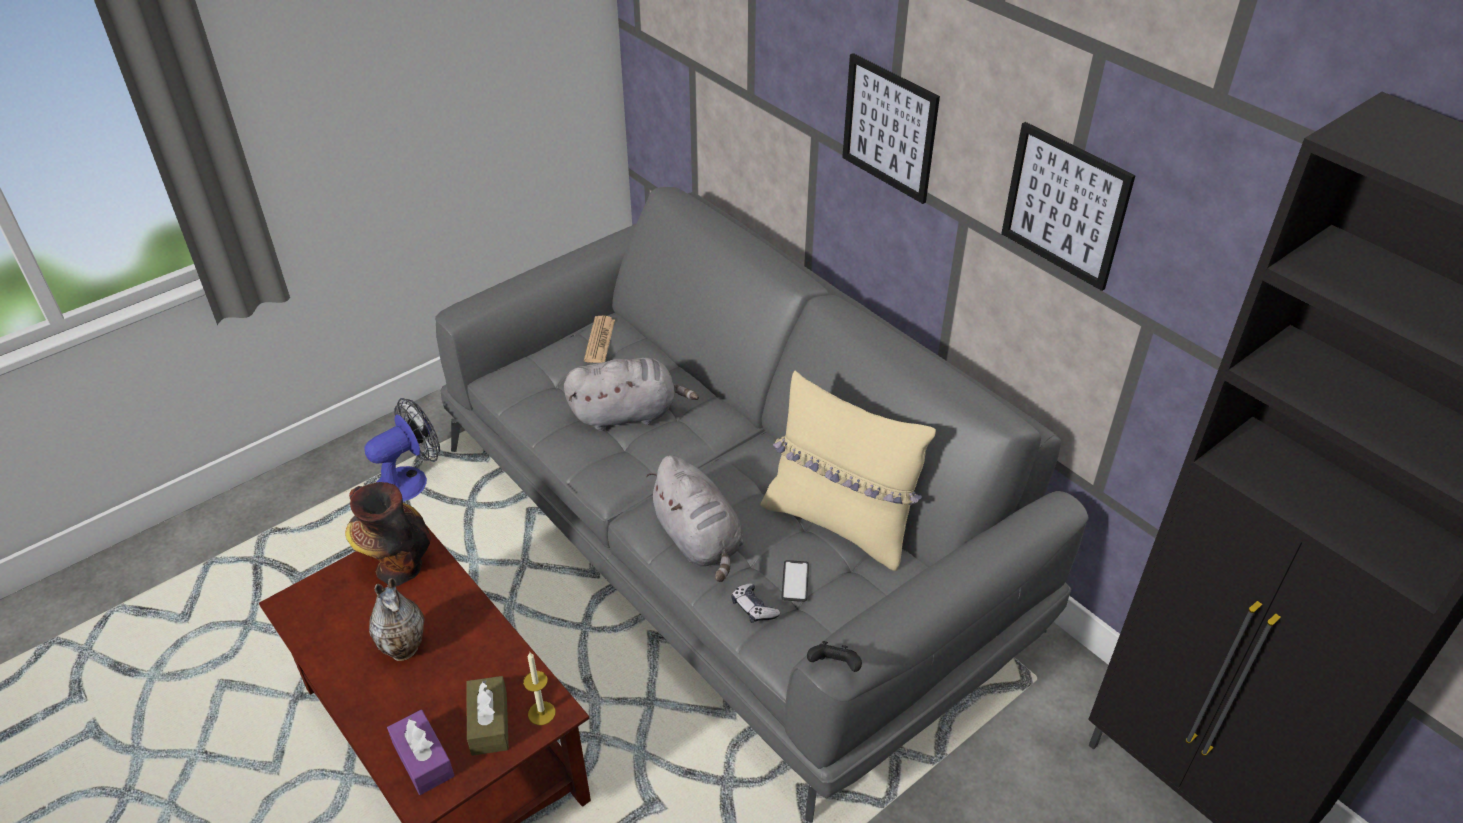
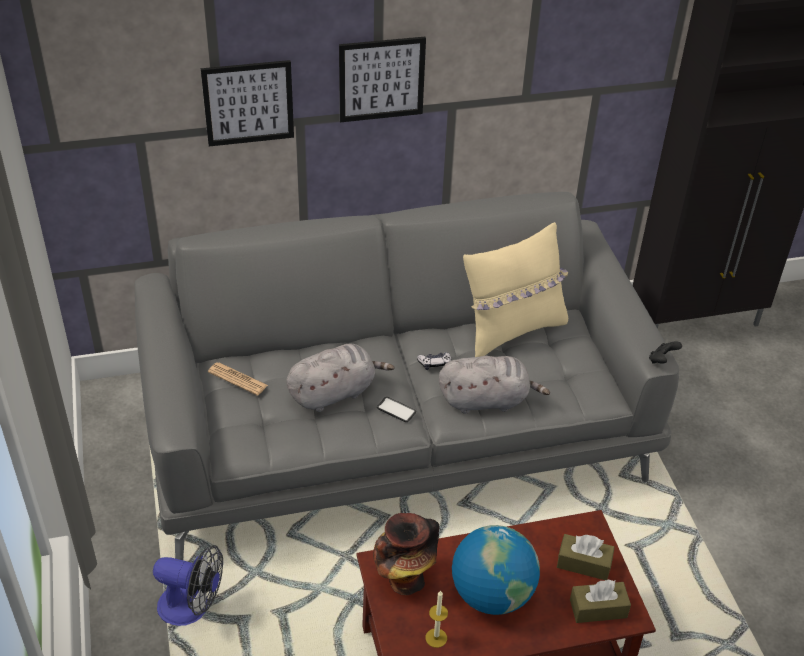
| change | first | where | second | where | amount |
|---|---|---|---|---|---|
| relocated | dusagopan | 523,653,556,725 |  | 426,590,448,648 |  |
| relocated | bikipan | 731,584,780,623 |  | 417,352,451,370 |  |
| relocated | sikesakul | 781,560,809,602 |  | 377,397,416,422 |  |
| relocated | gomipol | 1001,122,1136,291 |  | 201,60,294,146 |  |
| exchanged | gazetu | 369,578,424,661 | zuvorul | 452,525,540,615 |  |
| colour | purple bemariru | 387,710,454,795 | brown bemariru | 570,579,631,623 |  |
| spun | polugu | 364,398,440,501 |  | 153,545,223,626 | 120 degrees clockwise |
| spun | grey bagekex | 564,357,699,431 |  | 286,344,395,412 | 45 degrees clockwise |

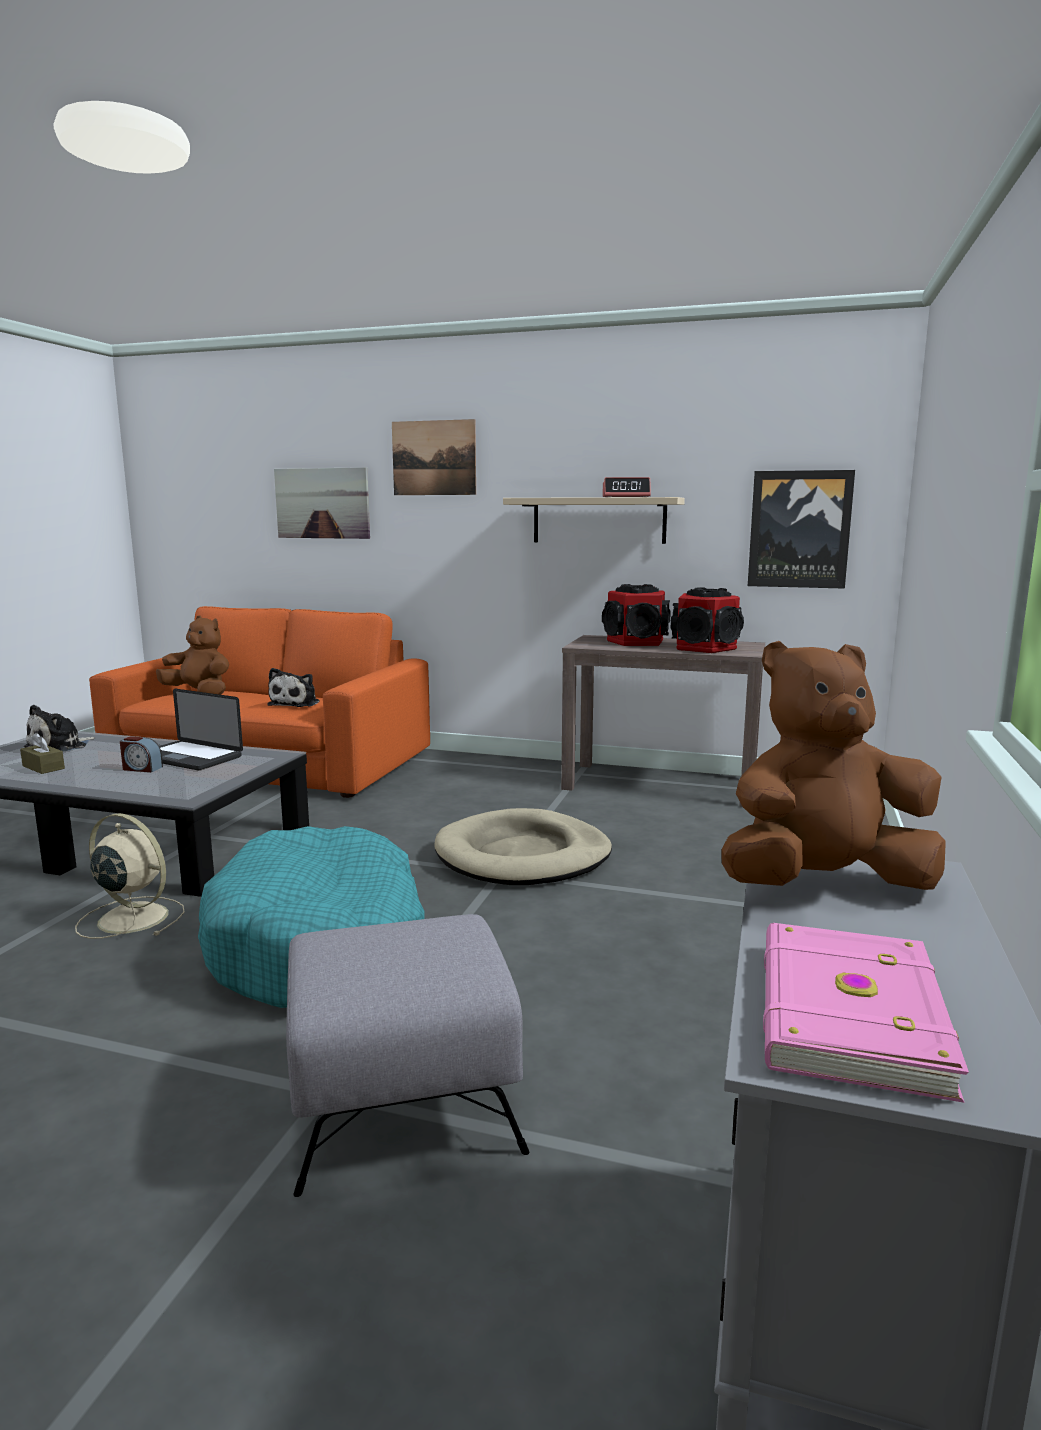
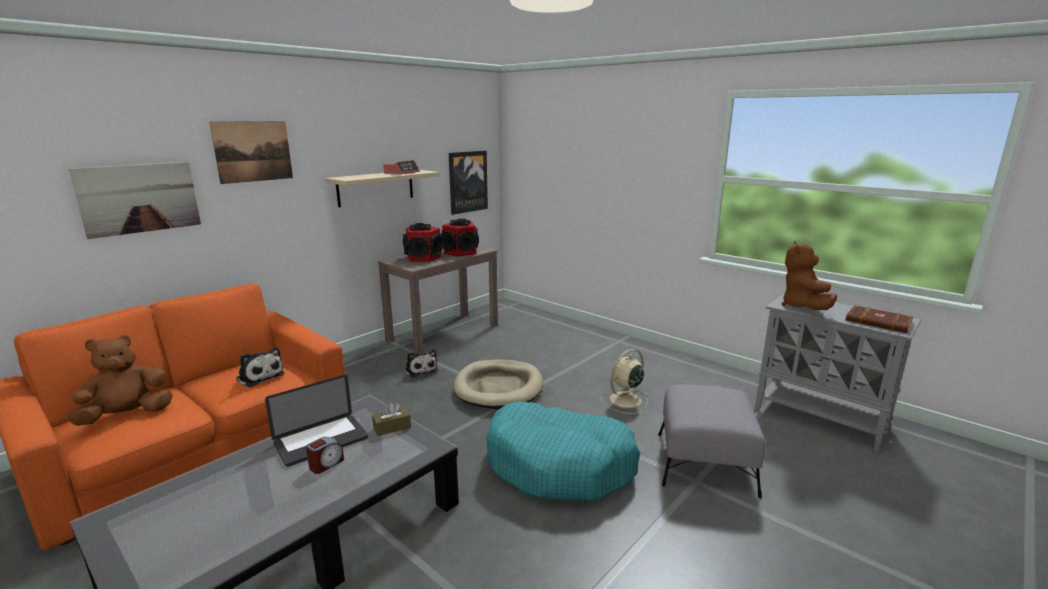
| change | first | where | second | where | amount |
|---|---|---|---|---|---|
| relocated | brown bemariru | 20,733,65,774 |  | 372,403,411,436 |  |
| relocated | bagekex | 24,705,95,752 |  | 405,350,438,378 |  |
| relocated | beige polugu | 75,813,185,939 |  | 601,349,648,414 |  |
| colour | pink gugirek | 763,923,969,1103 | brown gugirek | 846,305,914,333 |  |

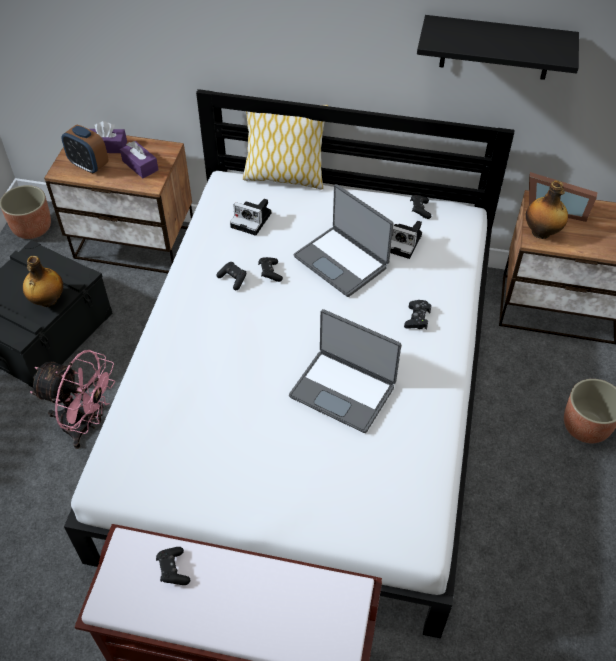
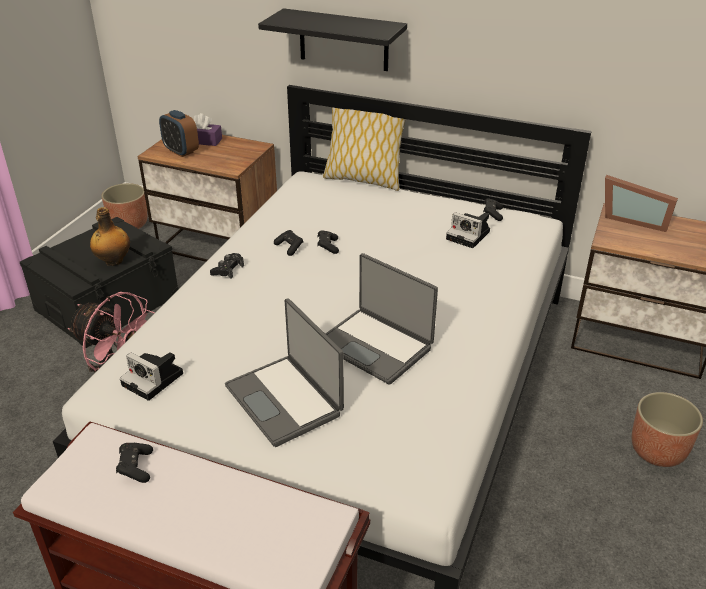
| change | first | where | second | where | amount |
|---|---|---|---|---|---|
| missing | purple bemariru | 120,141,159,178 |  |  |  |
| missing | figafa | 526,180,568,239 |  |  |  |
| relocated | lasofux | 230,199,271,236 |  | 120,352,183,401 |  |
| relocated | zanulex | 294,184,394,297 |  | 225,298,344,447 |  |
| relocated | black bikipan | 404,300,432,330 |  | 210,253,244,279 |  |
| relocated | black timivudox | 417,15,579,80 |  | 258,8,407,71 |  |

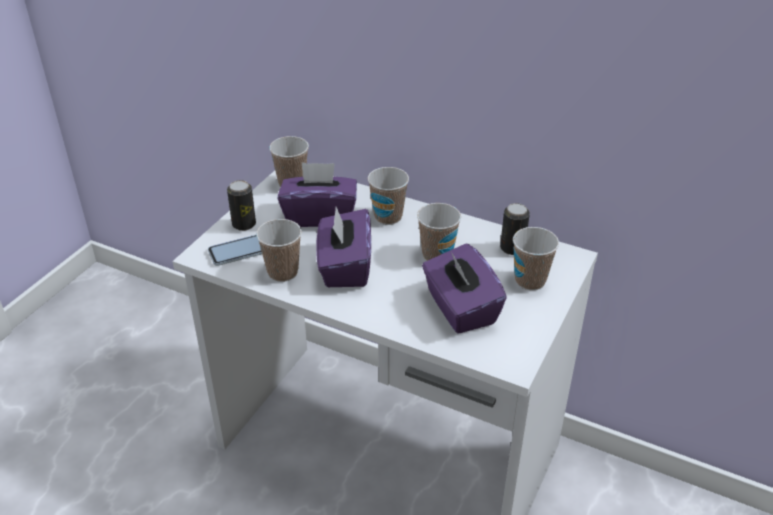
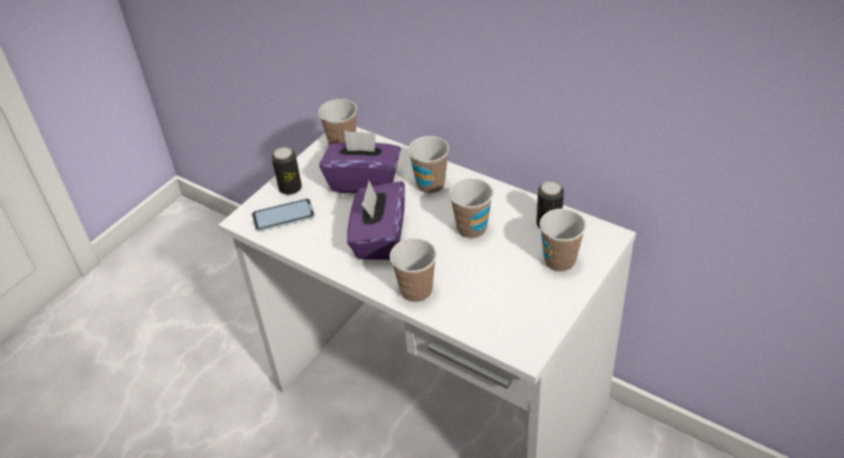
| change | first | where | second | where | amount |
|---|---|---|---|---|---|
| missing | purple bemariru | 422,244,507,334 |  |  |  |
| relocated | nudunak | 256,219,302,282 |  | 390,238,437,302 |  |

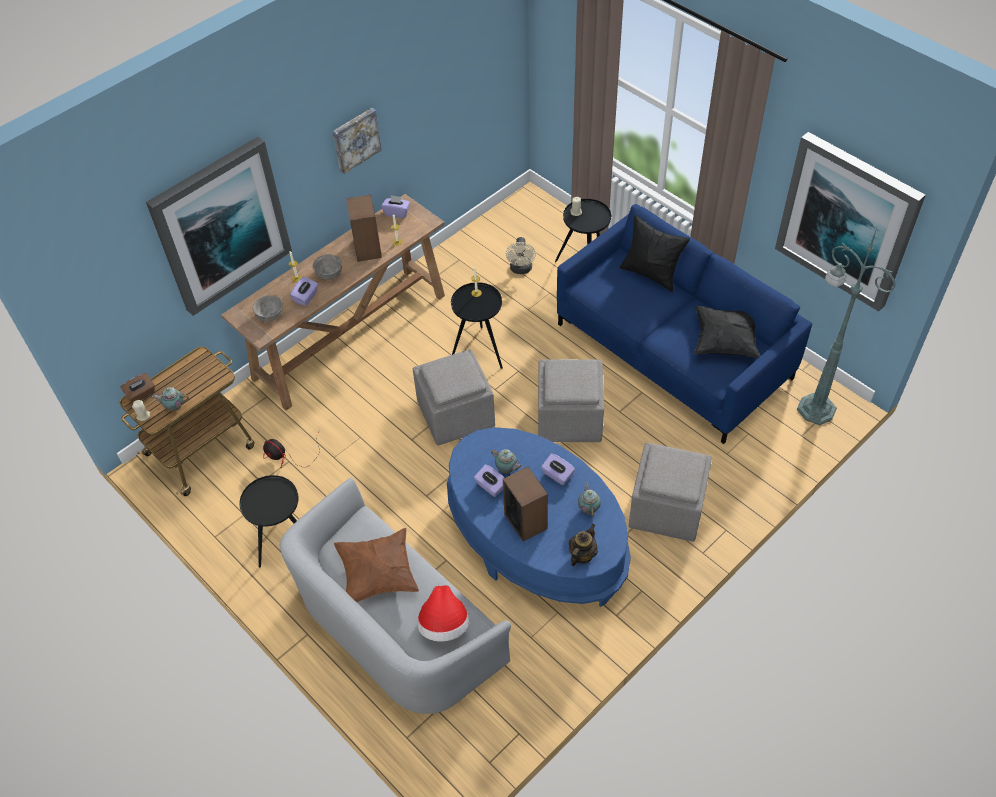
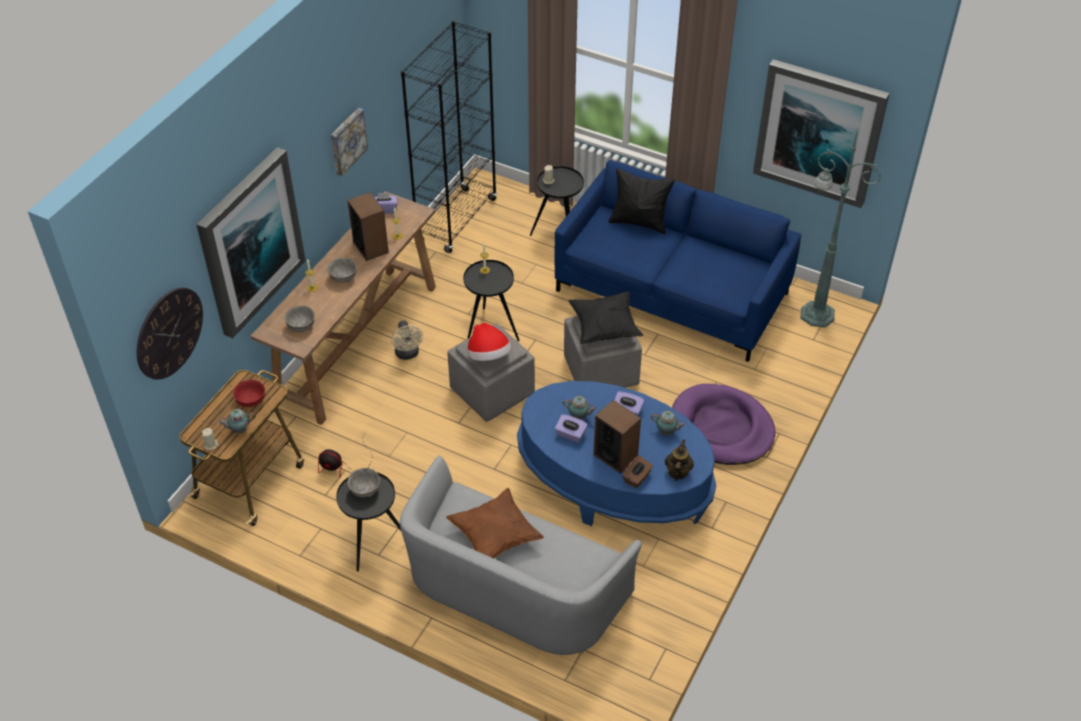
| change | first | where | second | where | amount |
|---|---|---|---|---|---|
| missing | purple bemariru | 290,276,318,306 |  |  |  |
| appeared |  |  | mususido | 137,288,203,380 |  |
| appeared |  |  | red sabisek | 233,380,265,407 |  |
| appeared |  |  | grey sabisek | 347,468,380,498 |  |
| appeared |  |  | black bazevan | 401,20,497,253 |  |
| relocated | brown bemariru | 120,373,155,403 |  | 622,455,653,488 |  |
| relocated | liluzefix | 417,585,469,641 |  | 467,323,511,361 |  |
| relocated | beige polugu | 506,237,536,274 |  | 391,320,423,360 |  |
| relocated | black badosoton | 694,306,760,359 |  | 568,291,643,344 |  |
| exchanged | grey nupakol | 629,443,712,542 | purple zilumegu | 672,384,776,465 |  |
| spun | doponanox | 578,483,601,517 |  | 651,411,686,435 | 135 degrees clockwise |

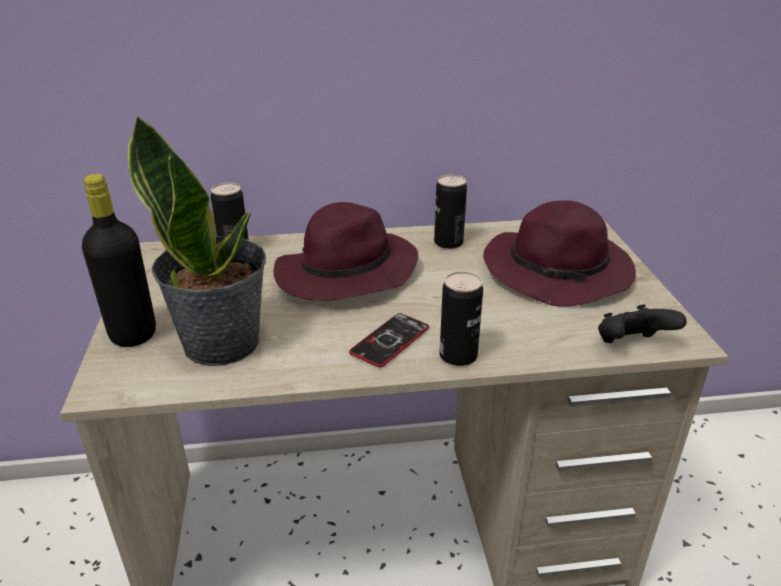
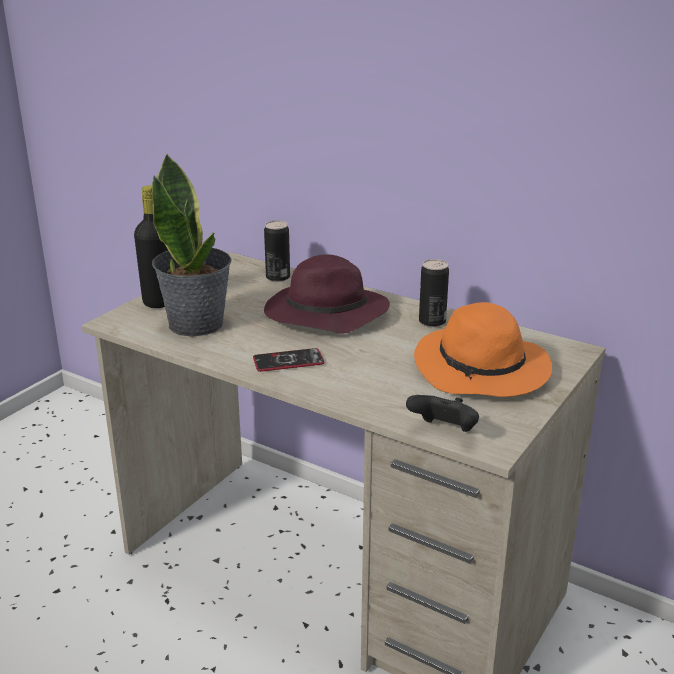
| change | first | where | second | where | amount |
|---|---|---|---|---|---|
| missing | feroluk | 439,271,483,366 |  |  |  |
| colour | purple liluzefix | 483,201,636,307 | orange liluzefix | 414,302,552,397 |  |

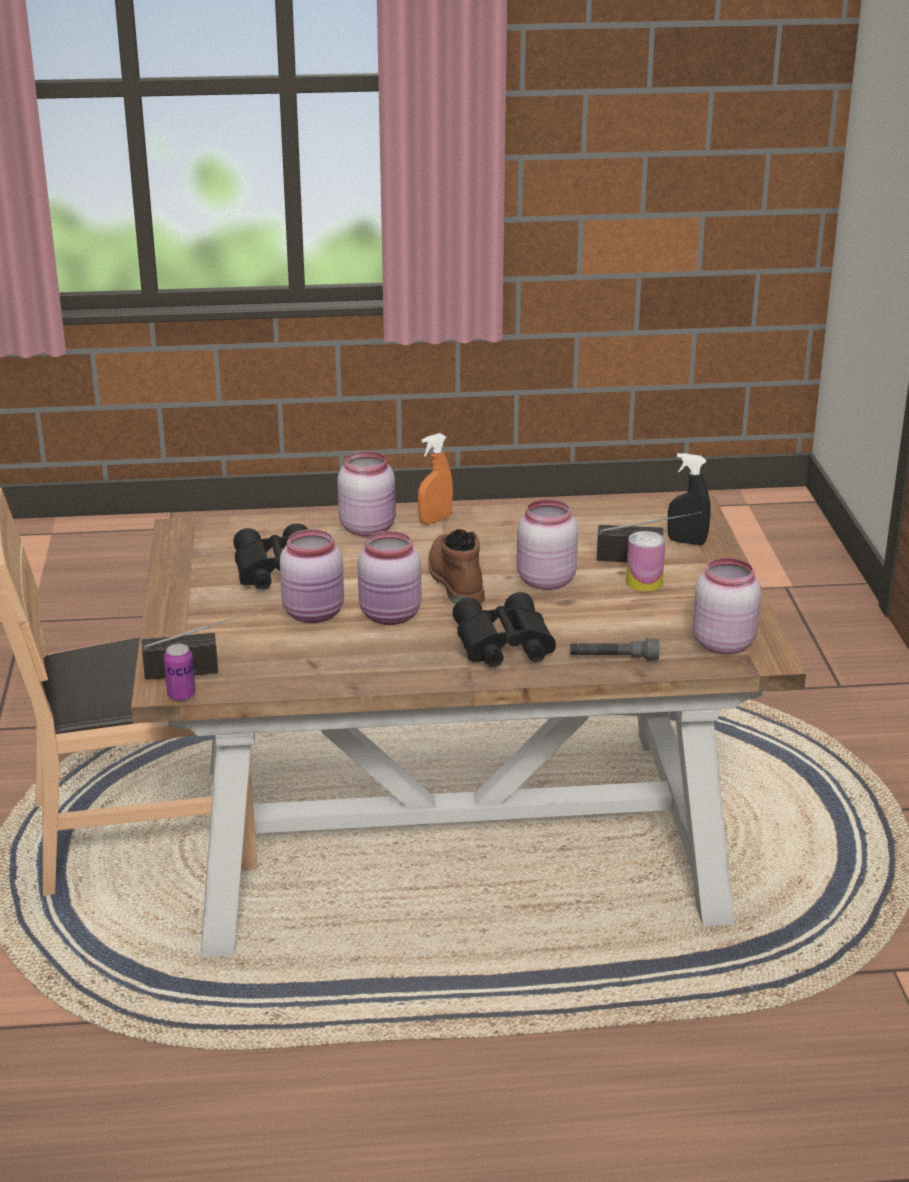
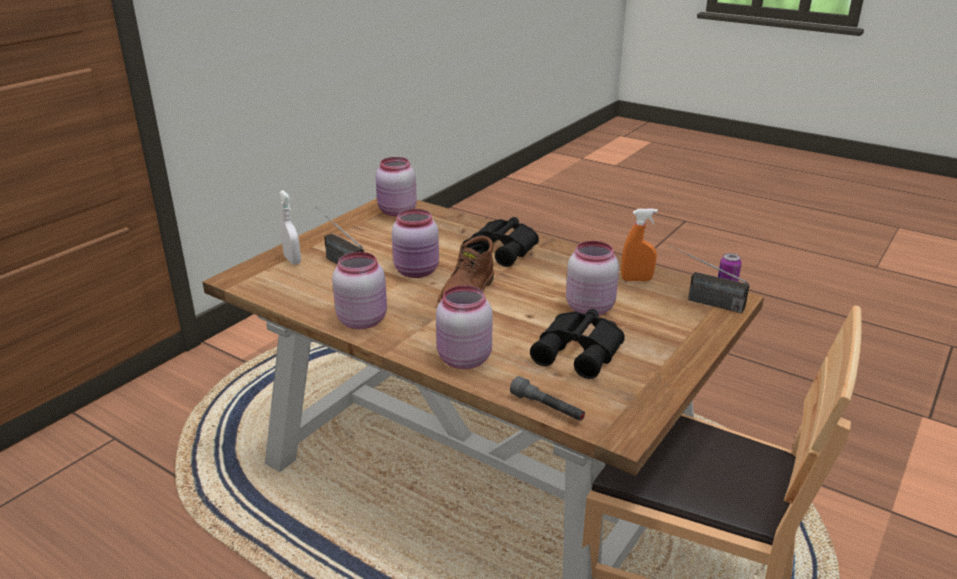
| change | first | where | second | where | amount |
|---|---|---|---|---|---|
| missing | feroluk | 626,531,666,592 |  |  |  |
| relocated | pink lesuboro | 358,531,421,625 |  | 332,252,387,329 |  |
| relocated | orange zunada | 418,433,453,524 |  | 621,209,658,281 |  |
| relocated | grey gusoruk | 570,638,660,660 |  | 510,376,585,421 |  |
| colour | black zunada | 667,453,711,545 | white zunada | 279,191,301,265 |  |

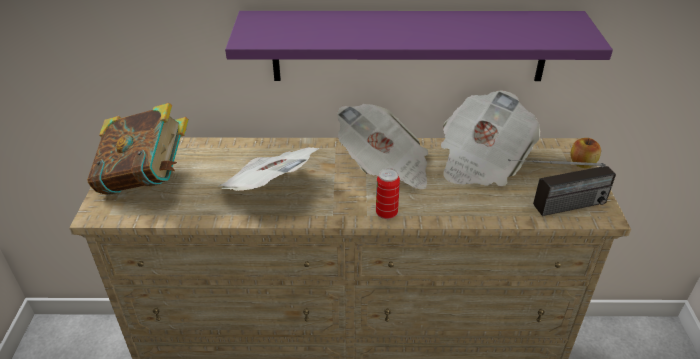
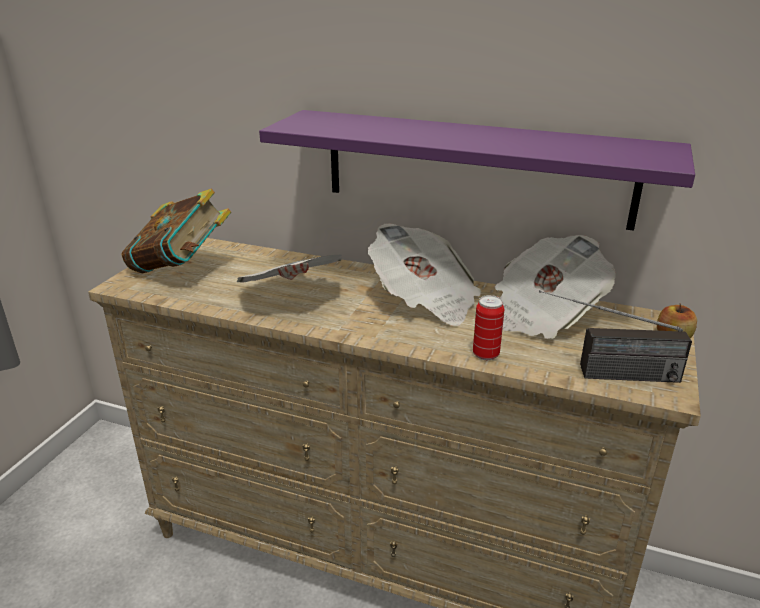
| change | first | where | second | where | amount |
|---|---|---|---|---|---|
| relocated | feroluk | 376,168,400,219 |  | 473,295,504,360 |  |

